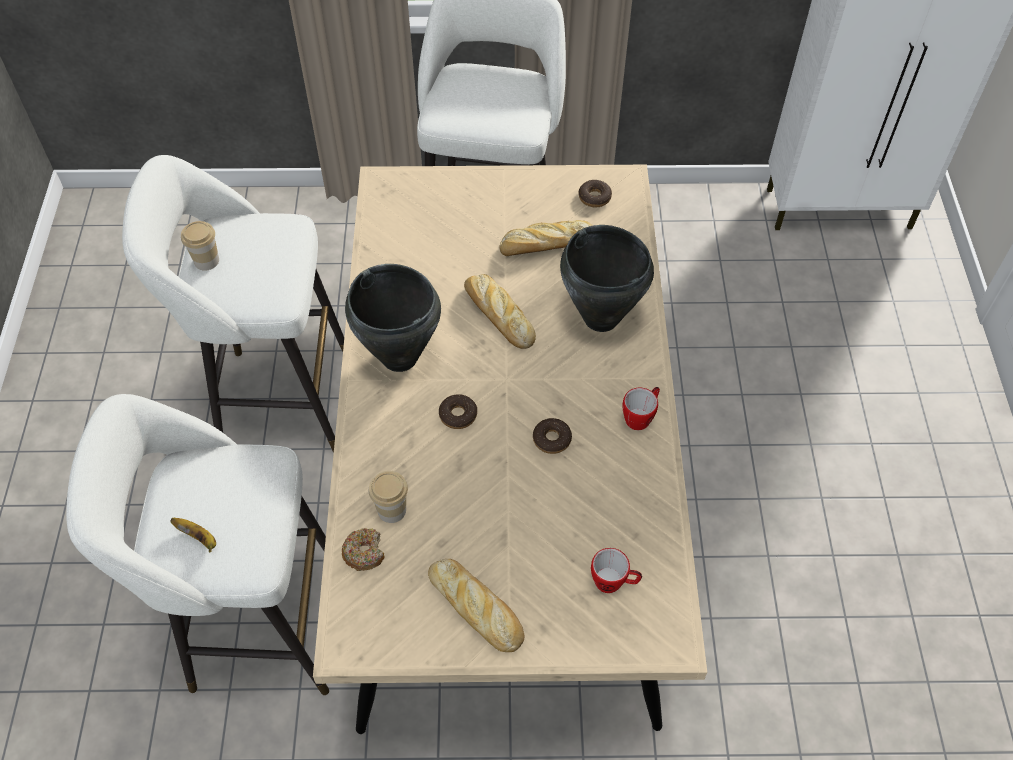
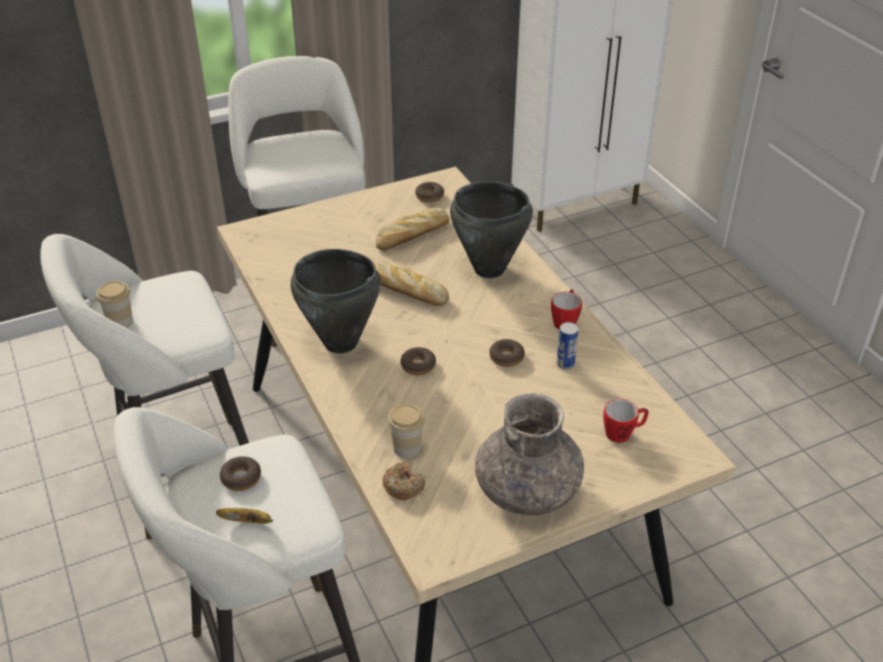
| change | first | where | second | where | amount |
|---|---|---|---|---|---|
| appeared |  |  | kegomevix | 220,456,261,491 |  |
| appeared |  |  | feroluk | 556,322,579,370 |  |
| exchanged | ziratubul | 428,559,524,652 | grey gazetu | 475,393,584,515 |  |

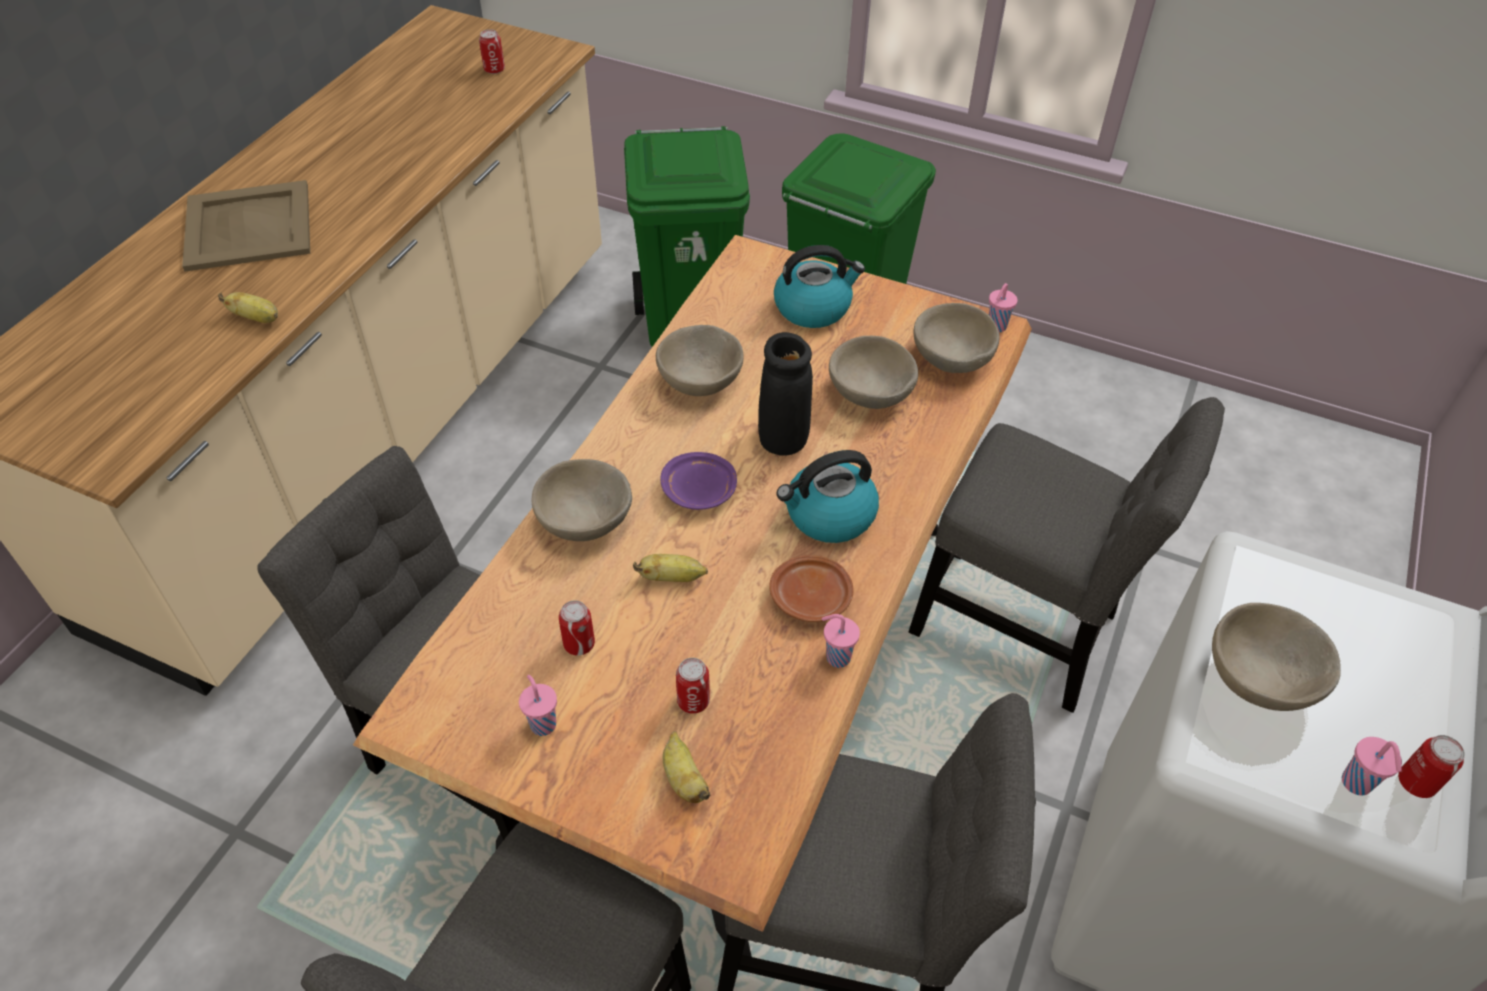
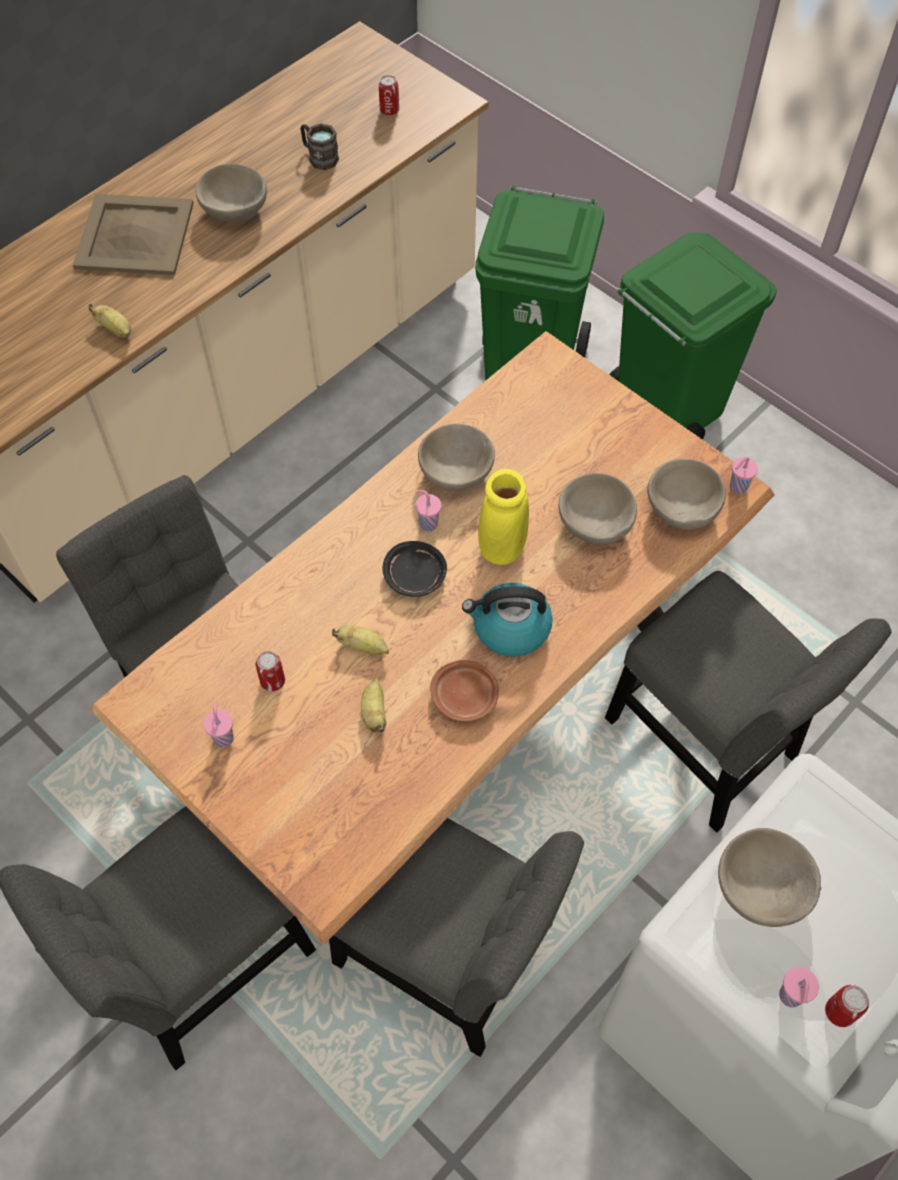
| change | first | where | second | where | amount |
|---|---|---|---|---|---|
| missing | feroluk | 676,658,710,714 |  |  |  |
| missing | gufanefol | 774,245,865,328 |  |  |  |
| appeared |  |  | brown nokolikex | 300,123,339,170 |  |
| relocated | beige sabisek | 532,459,632,541 |  | 196,163,267,222 |  |
| relocated | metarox | 663,731,710,803 |  | 361,677,386,733 |  |
| relocated | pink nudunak | 822,614,860,668 |  | 415,490,442,531 |  |
| colour | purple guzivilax | 660,452,737,510 | black guzivilax | 382,541,447,597 |  |
| colour | black gazetu | 758,332,813,456 | yellow gazetu | 478,469,529,565 |  |

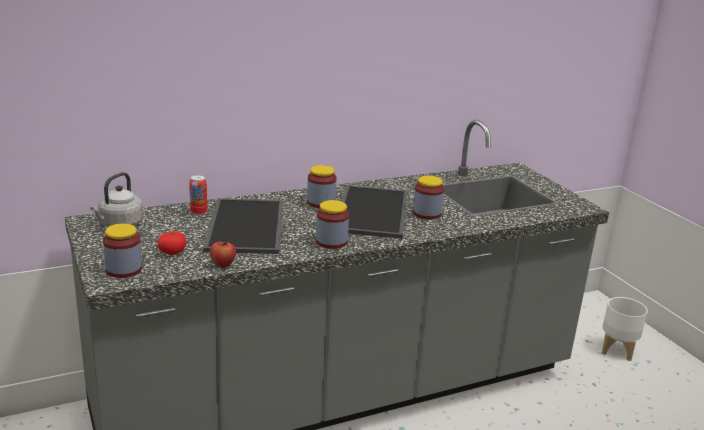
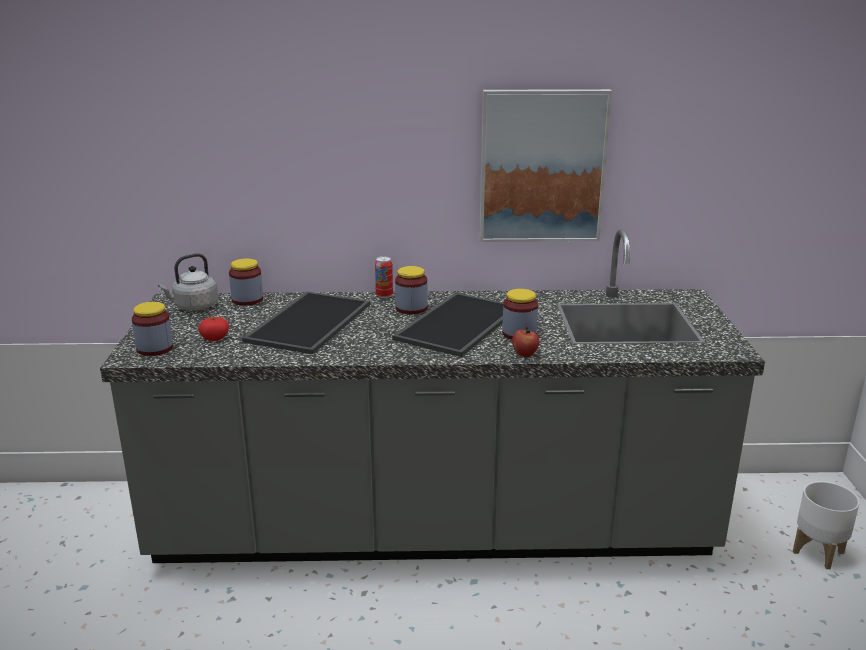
| change | first | where | second | where | amount |
|---|---|---|---|---|---|
| appeared |  |  | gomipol | 480,89,612,242 |  |
| relocated | feroluk | 189,175,207,216 |  | 375,256,393,298 |  |
| relocated | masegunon | 210,239,236,268 |  | 512,327,539,357 |  |
| relocated | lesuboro | 316,200,349,249 |  | 229,258,263,306 |  |

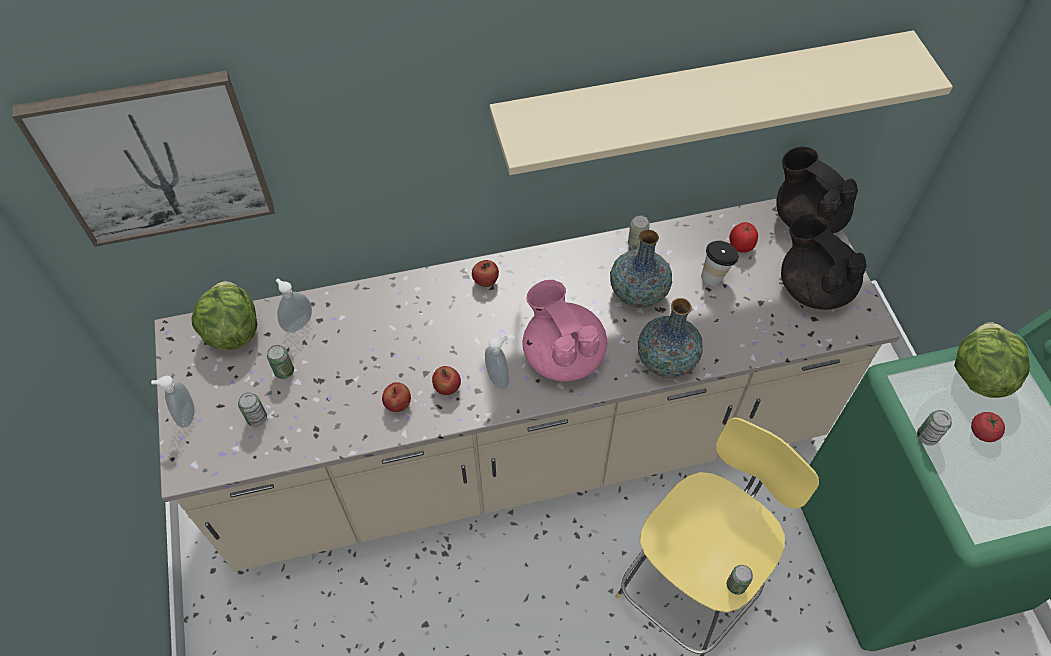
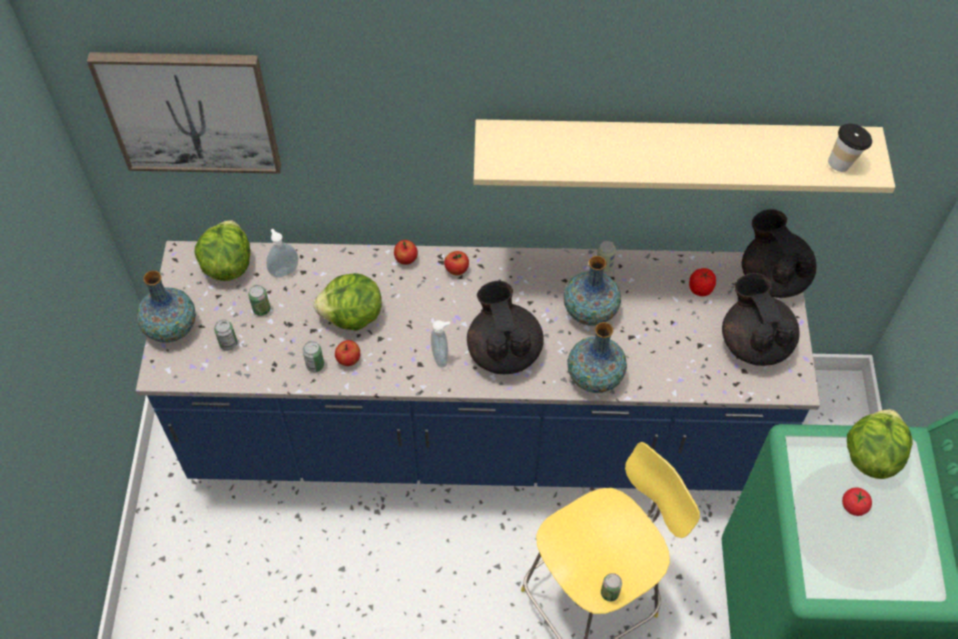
| change | first | where | second | where | amount |
|---|---|---|---|---|---|
| appeared |  |  | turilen | 313,273,381,331 |  |
| relocated | masegunon | 432,366,461,395 |  | 394,240,418,265 |  |
| relocated | nudunak | 701,241,739,286 |  | 828,124,872,172 |  |
| relocated | feroluk | 917,410,952,446 |  | 303,341,324,372 |  |
| exchanged | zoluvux | 151,376,195,428 | gazetu | 136,271,196,342 |  |
| colour | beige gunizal | 154,198,900,572 | blue gunizal | 136,241,820,491 |  |
| colour | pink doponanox | 522,280,607,382 | black doponanox | 467,281,544,374 |  |

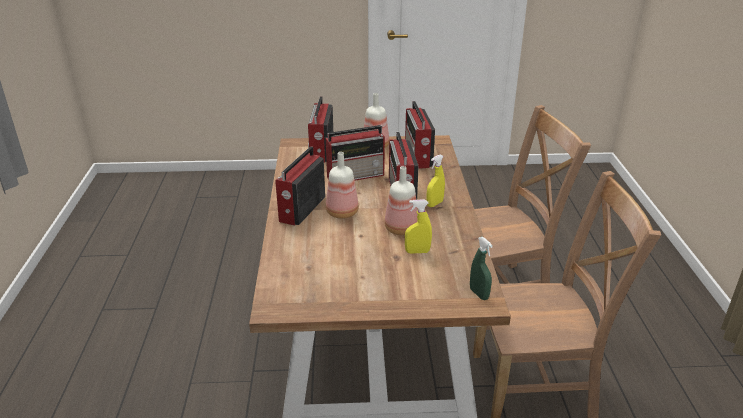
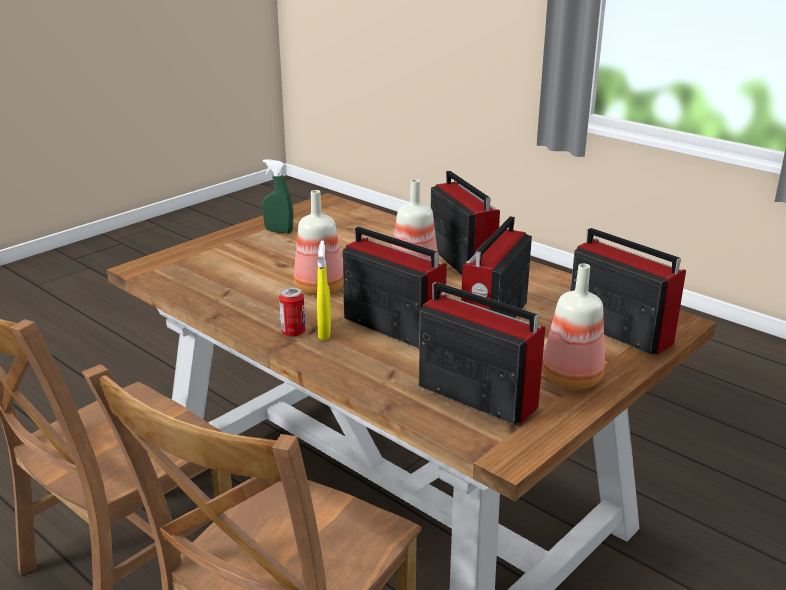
| change | first | where | second | where | amount |
|---|---|---|---|---|---|
| missing | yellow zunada | 405,200,432,253 |  |  |  |
| appeared |  |  | feroluk | 279,287,306,337 |  |
| relocated | green zunada | 470,237,493,300 |  | 262,159,293,234 |  |

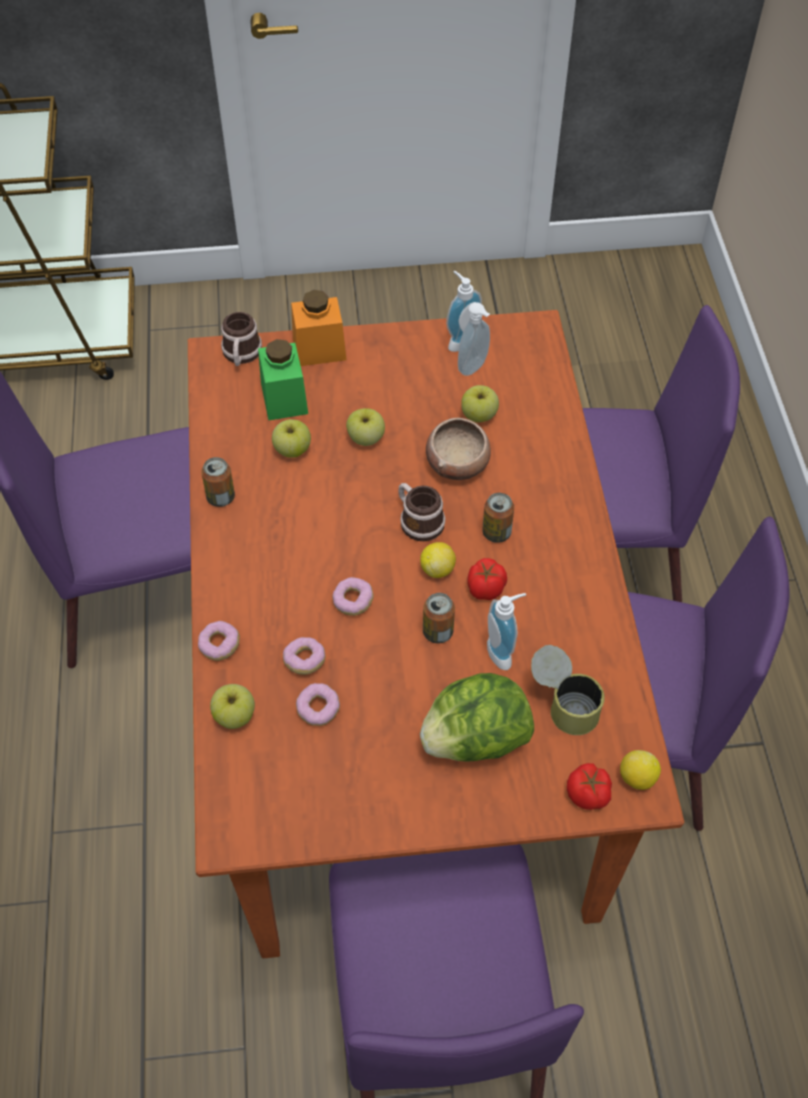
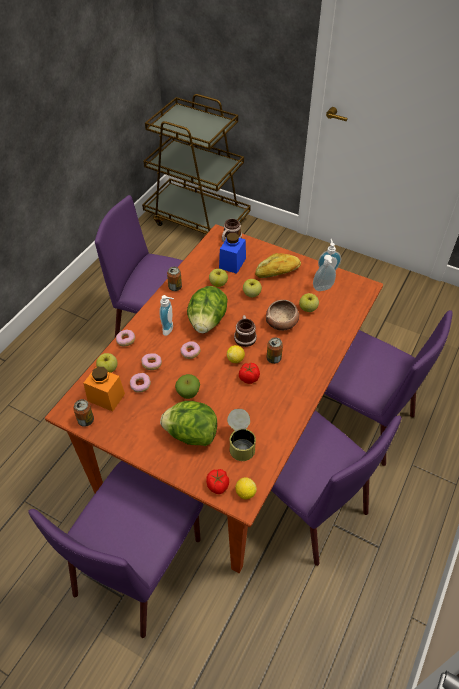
| change | first | where | second | where | amount |
|---|---|---|---|---|---|
| appeared |  |  | masegunon | 175,374,200,399 |  |
| appeared |  |  | turilen | 187,286,228,333 |  |
| appeared |  |  | ziratubul | 255,253,301,278 |  |
| relocated | orange lesuboro | 291,290,347,366 |  | 84,367,125,412 |  |
| relocated | feroluk | 423,593,455,643 |  | 73,399,94,427 |  |
| relocated | zoluvux | 487,593,526,670 |  | 160,295,174,336 |  |
| colour | green lesuboro | 258,339,308,420 | blue lesuboro | 219,233,246,274 |  |

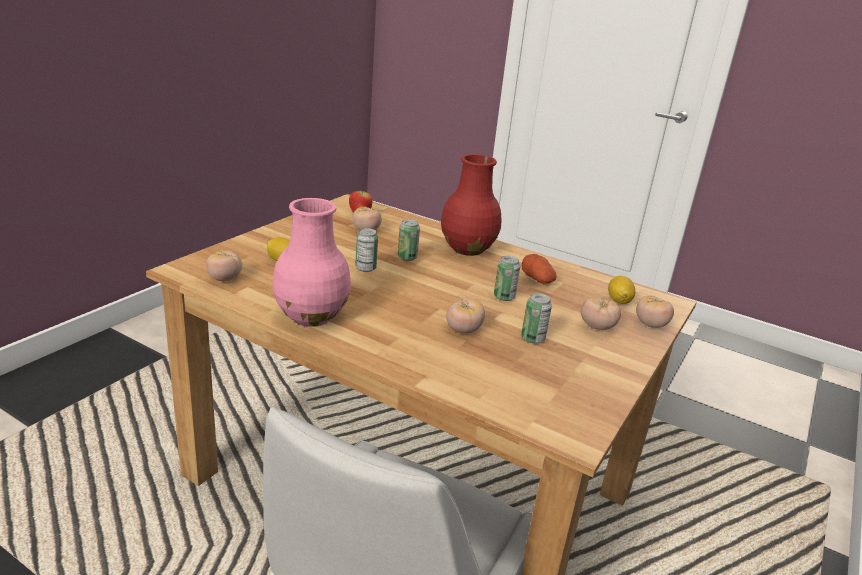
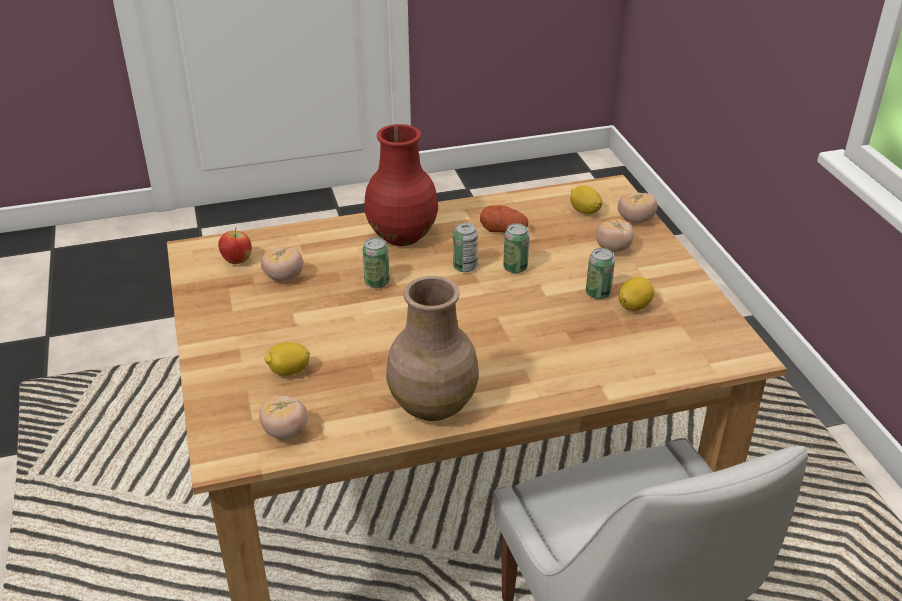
| change | first | where | second | where | amount |
|---|---|---|---|---|---|
| missing | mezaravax | 446,298,485,333 |  |  |  |
| appeared |  |  | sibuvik | 618,277,654,311 |  |
| relocated | feroluk | 355,228,378,272 |  | 453,223,478,272 |  |
| colour | pink gazetu | 272,198,351,327 | brown gazetu | 386,276,479,421 |  |

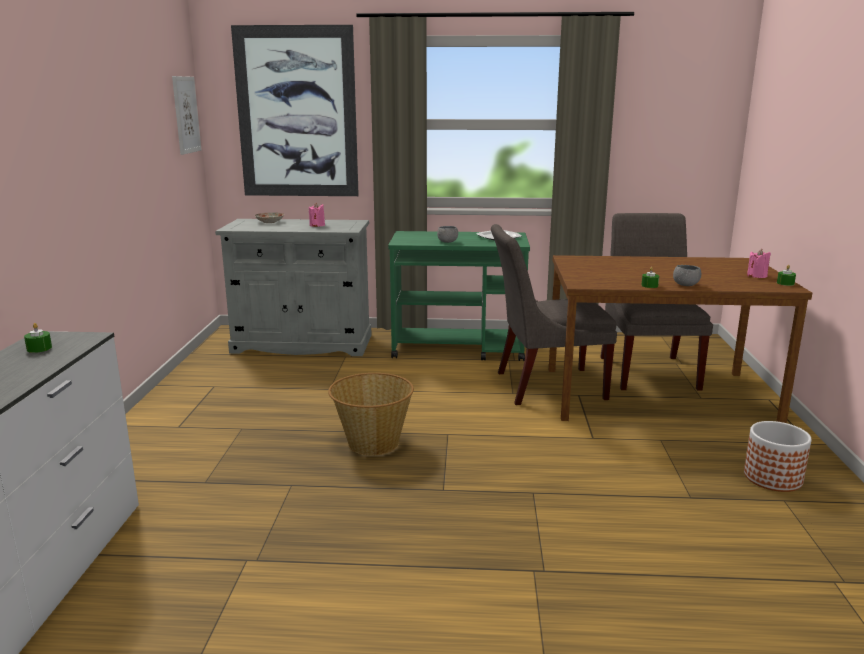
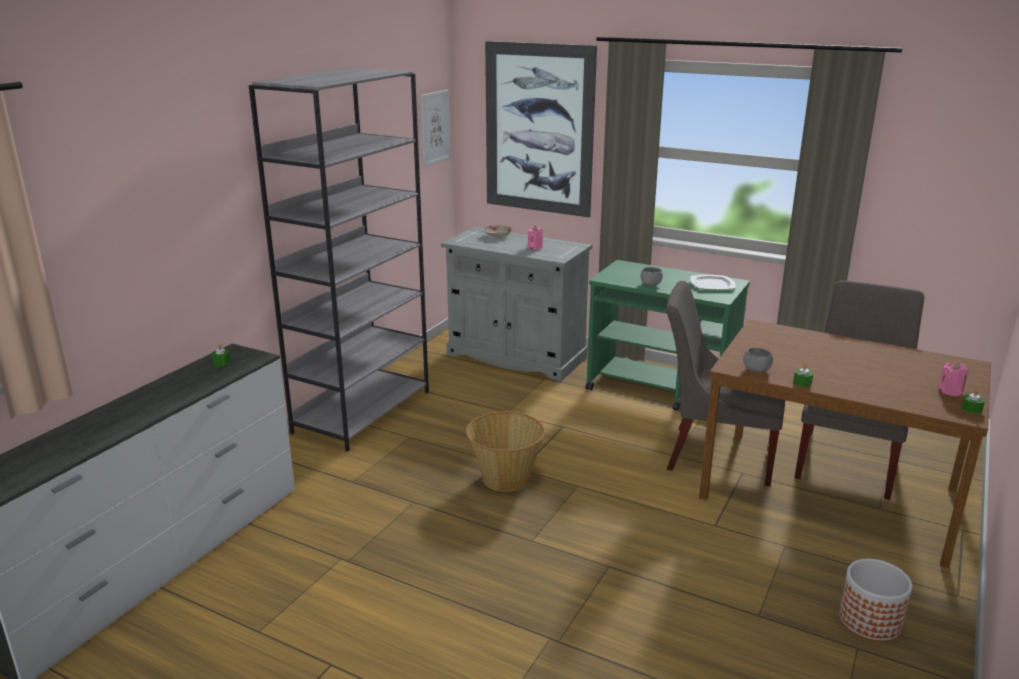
| change | first | where | second | where | amount |
|---|---|---|---|---|---|
| appeared |  |  | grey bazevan | 249,68,429,452 |  |
| relocated | grey sabisek | 673,265,701,286 |  | 743,348,773,372 |  |

